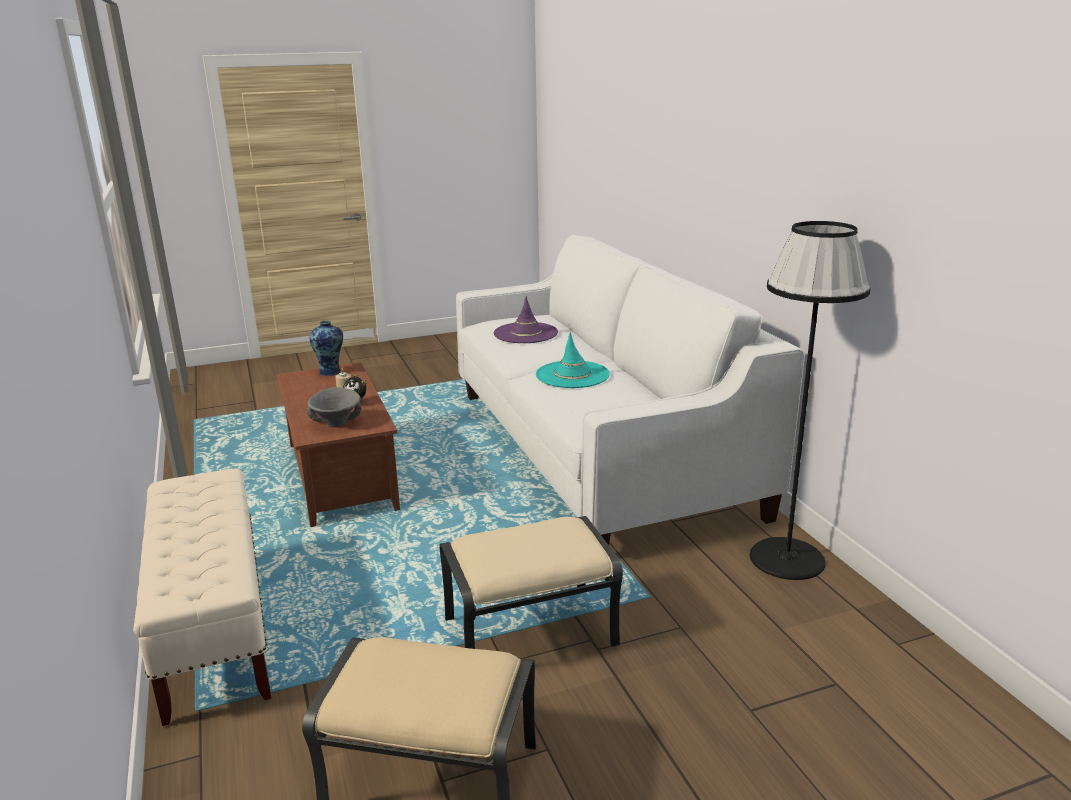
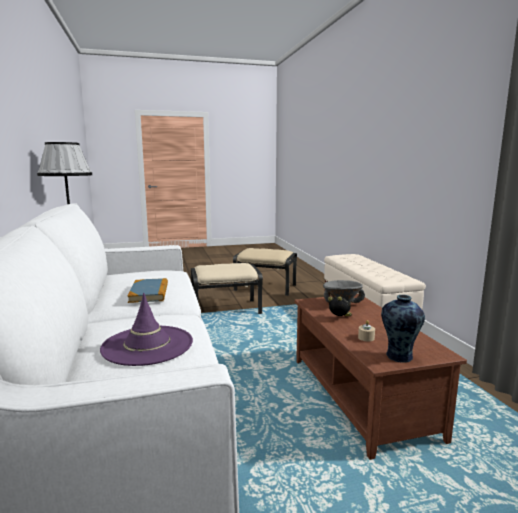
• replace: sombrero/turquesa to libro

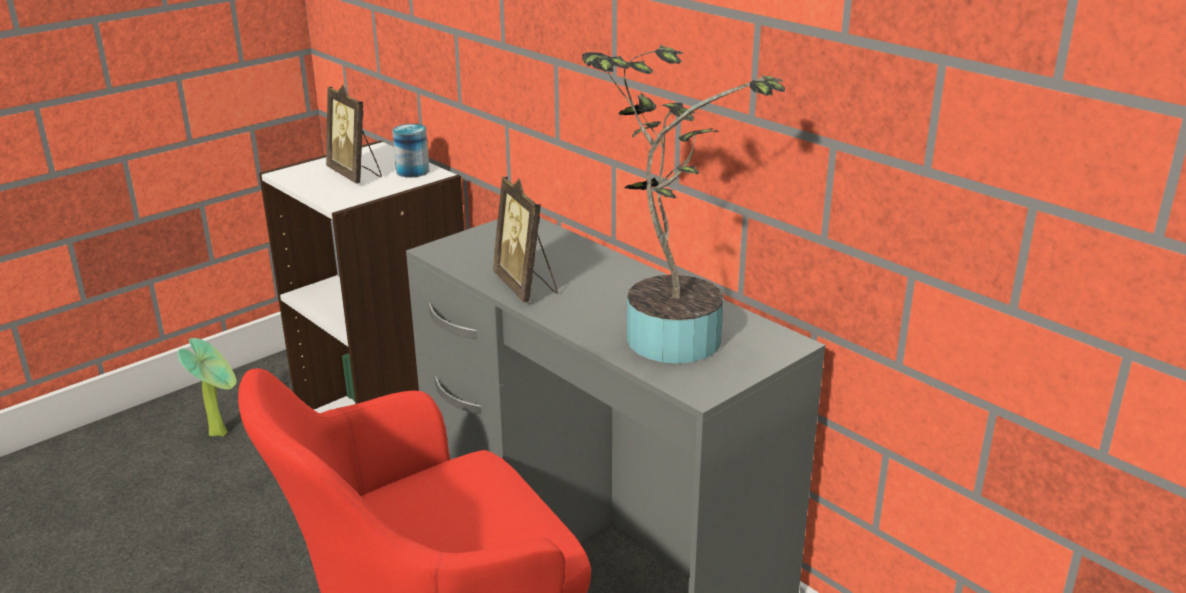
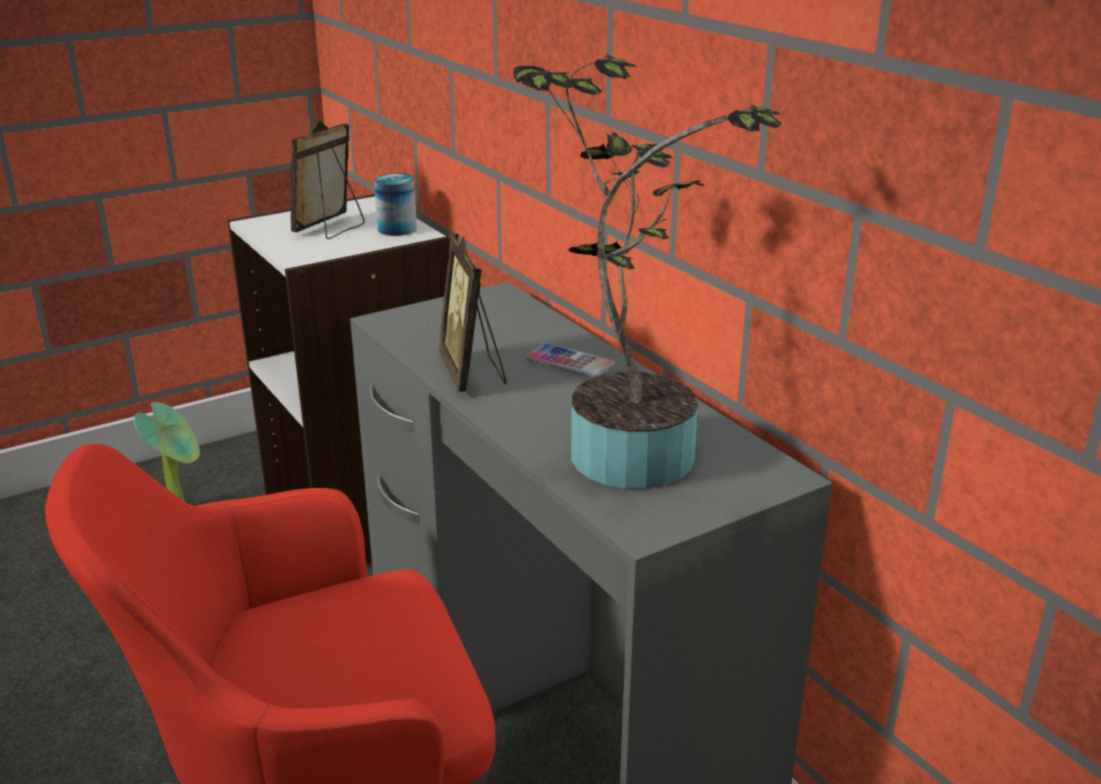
• rotate: portarretratos (1st from left) 60 degrees clockwise
• insert: móvil

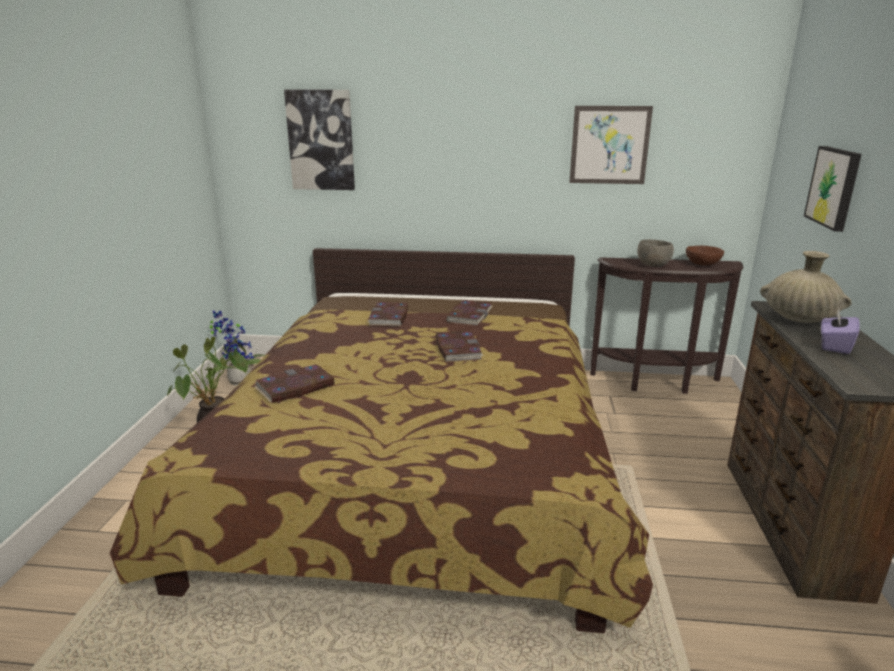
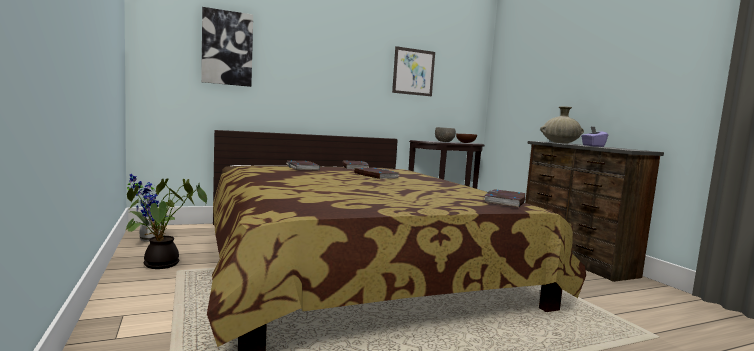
• move: libro (1st from left in the first image) to libro (4th from left)
• delete: cuadro (3rd from left)

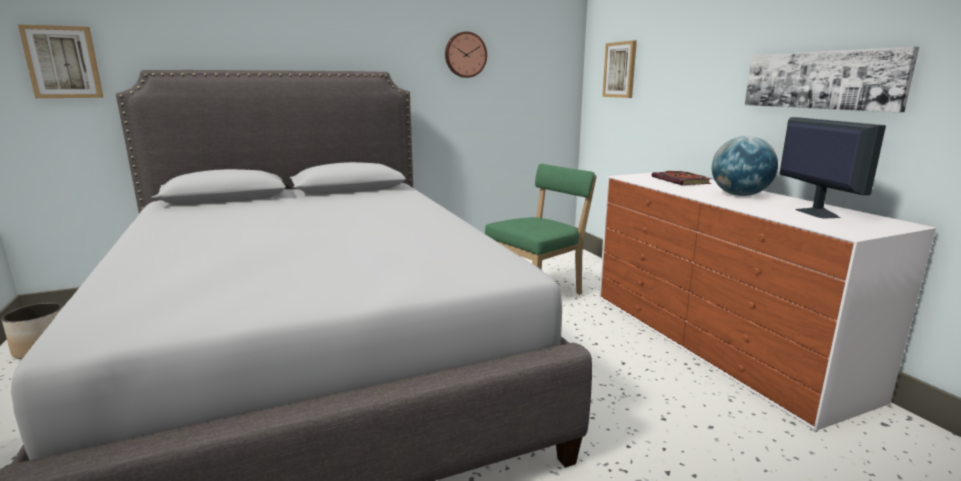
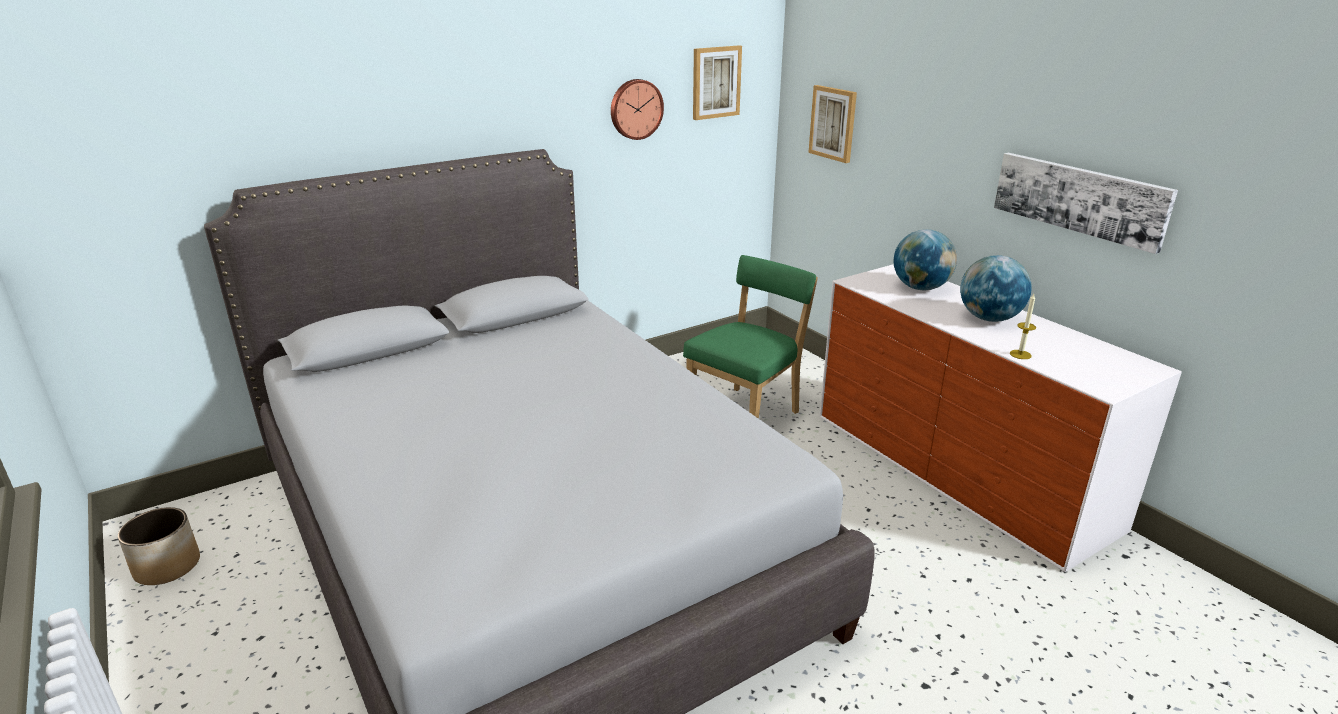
• move: cuadro (1st from left)
• replace: libro to globo terráqueo (1st from left)
• delete: monitor
• insert: vela

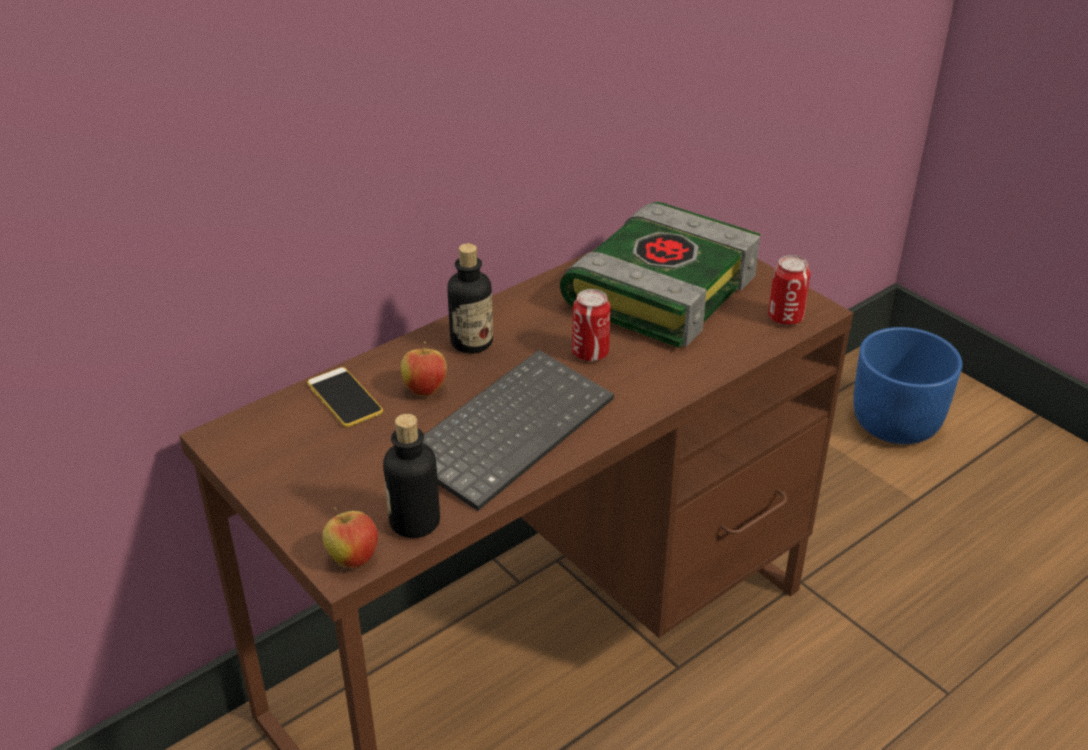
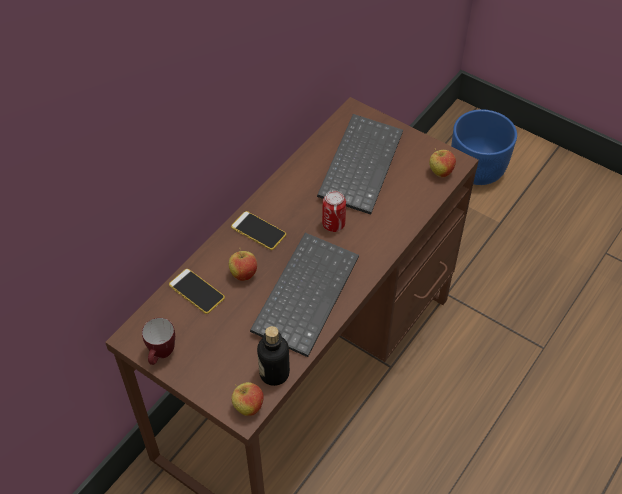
• replace: botella (2nd from left) to móvil (2nd from left)
• replace: libro to teclado (2nd from left)
• replace: lata (2nd from left) to manzana (3rd from left)
• insert: taza grande

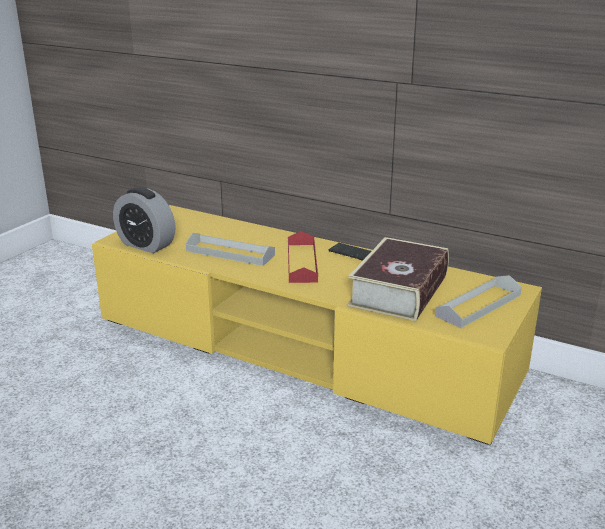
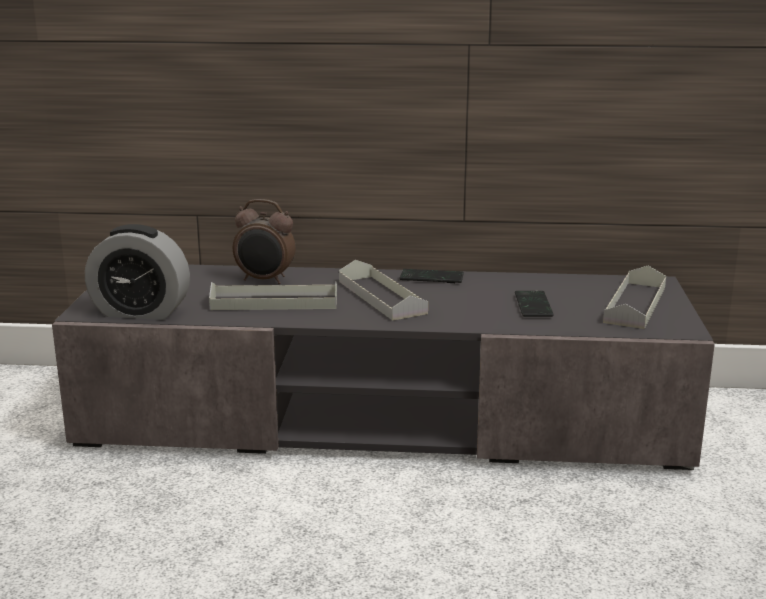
• recolor: mueble de televisión/amarillo to mueble de televisión/gris
• recolor: bandeja/rojo to bandeja/gris (2nd from left)
• replace: libro to móvil (2nd from left)
• insert: despertador (2nd from left)

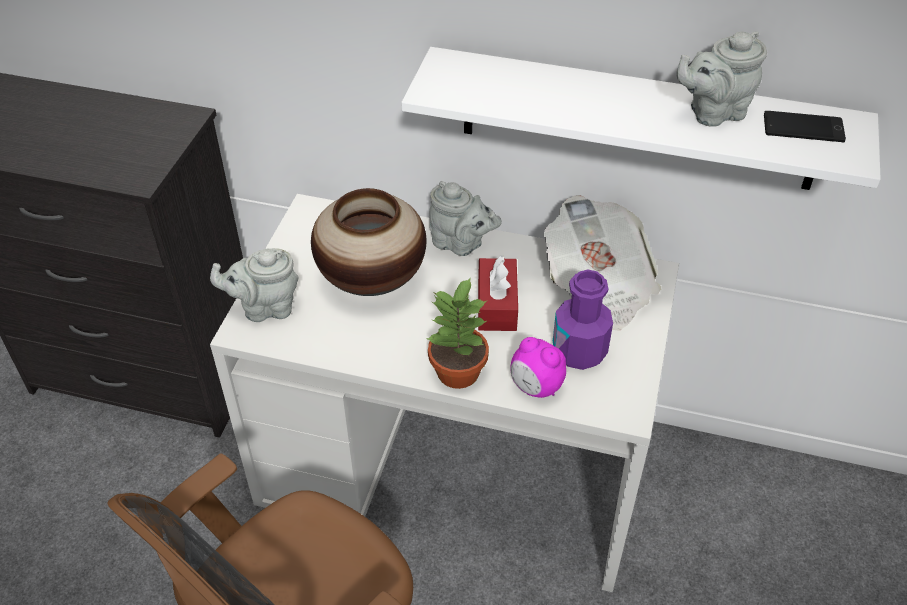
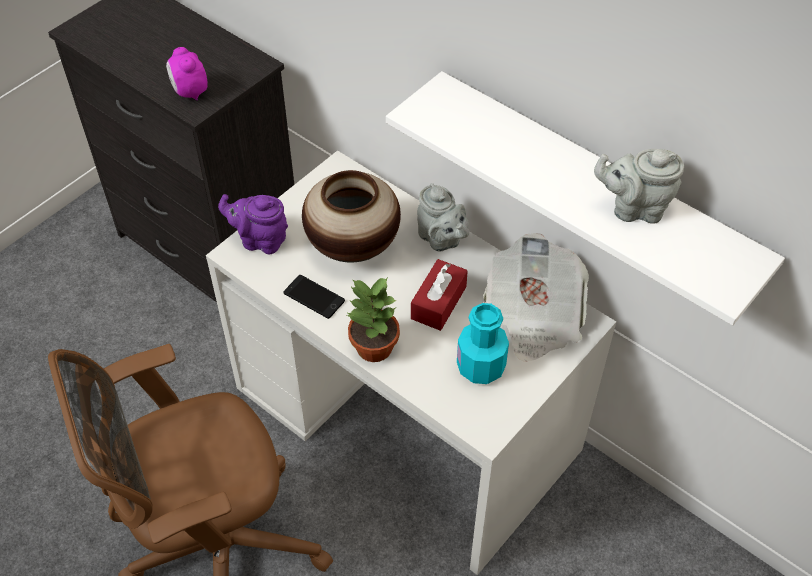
• recolor: tetera/gris (1st from left) to tetera/morado
• move: despertador
• recolor: botella/morado to botella/turquesa
• move: móvil

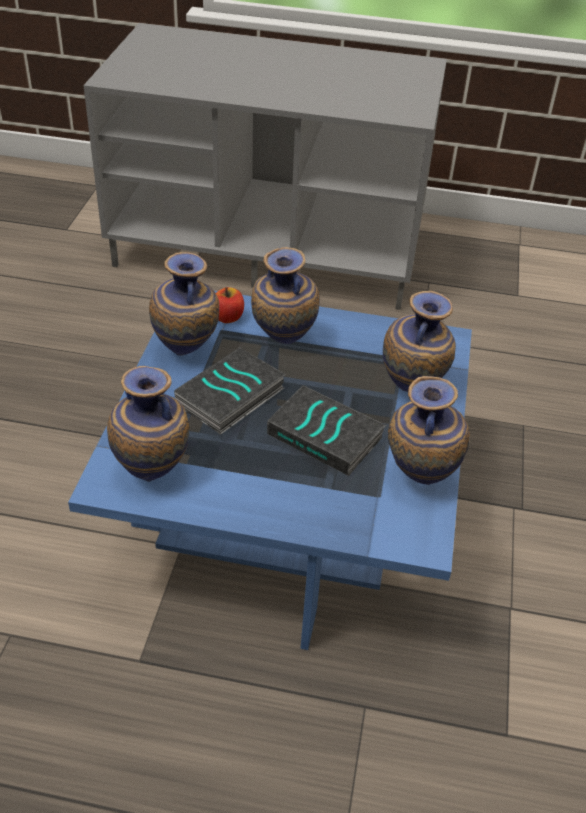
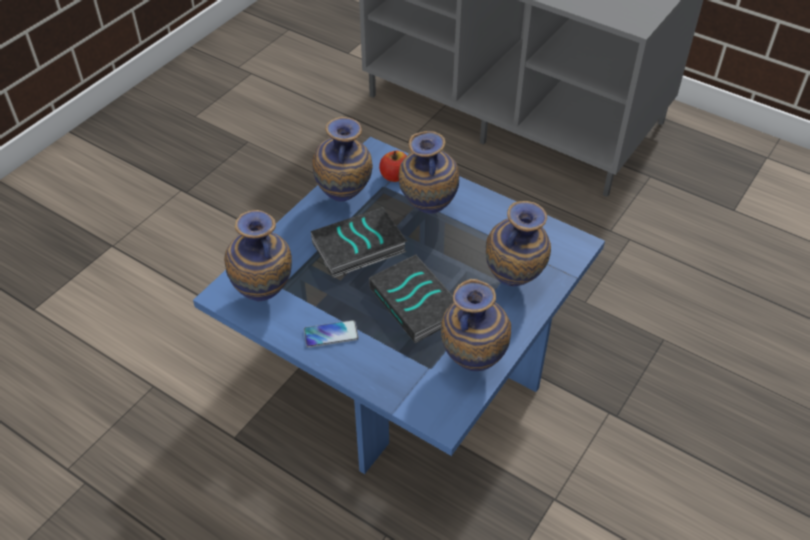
• insert: móvil

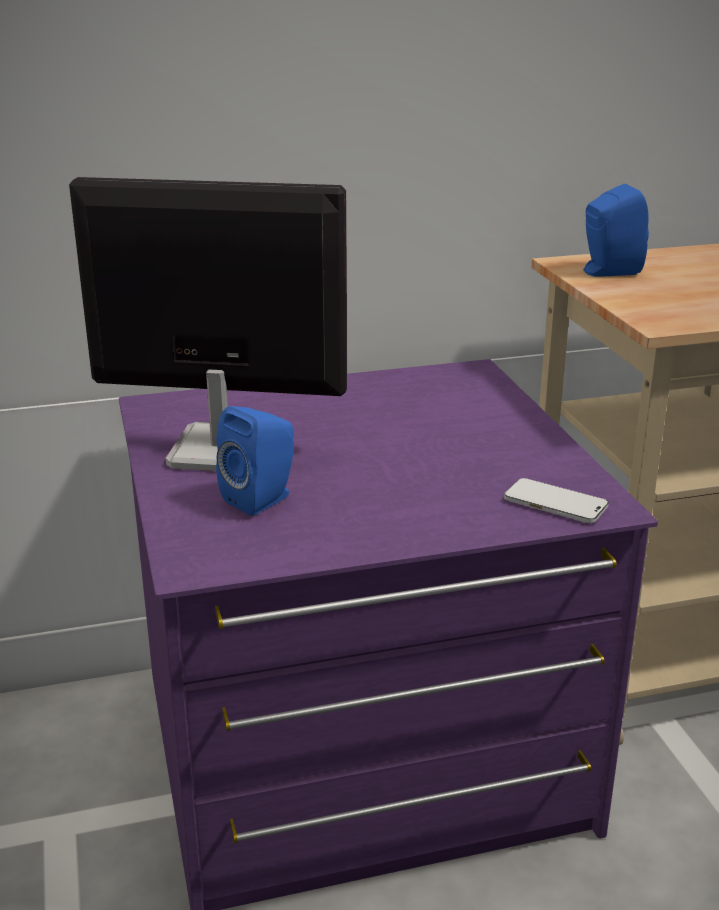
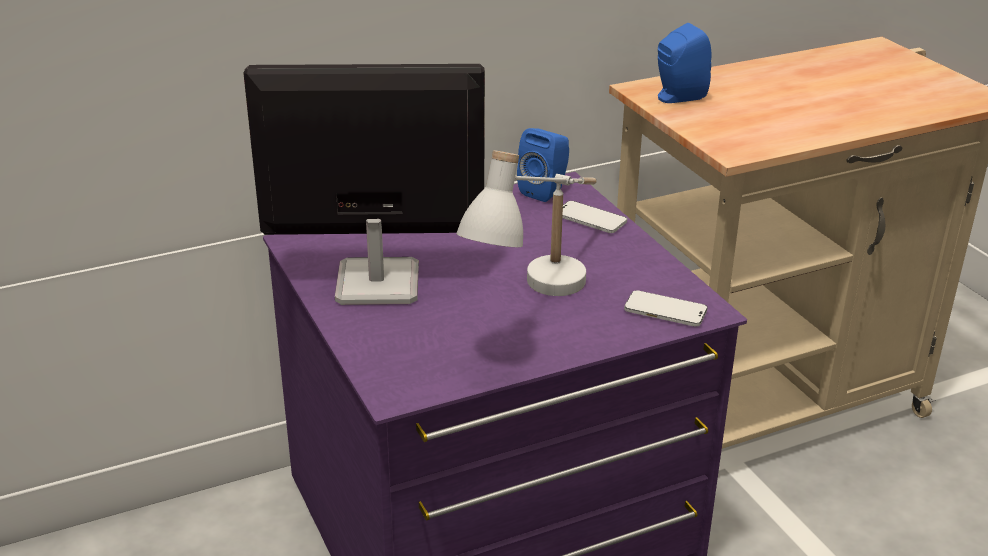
• move: altavoz/azul (1st from left)
• insert: lámpara de mesa/blanco
• insert: móvil (1st from left)

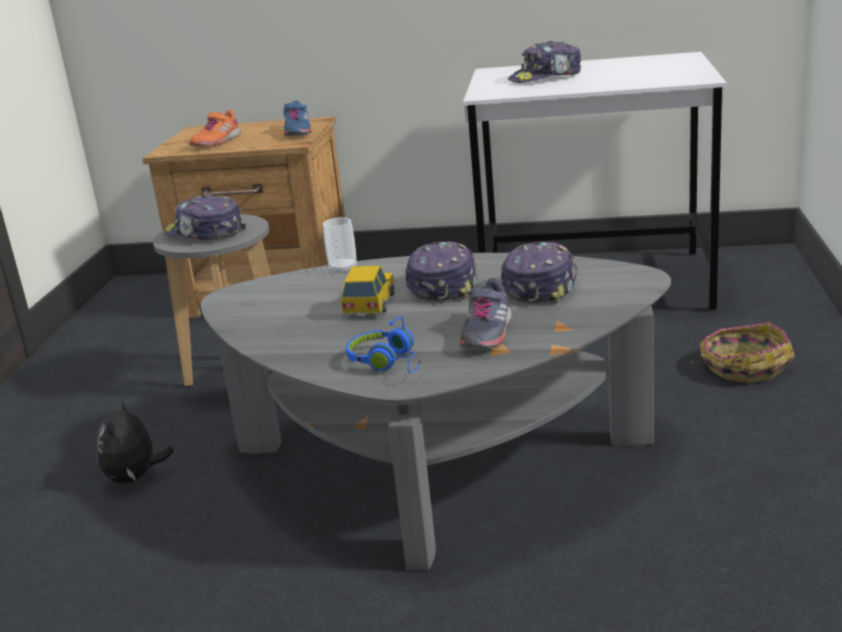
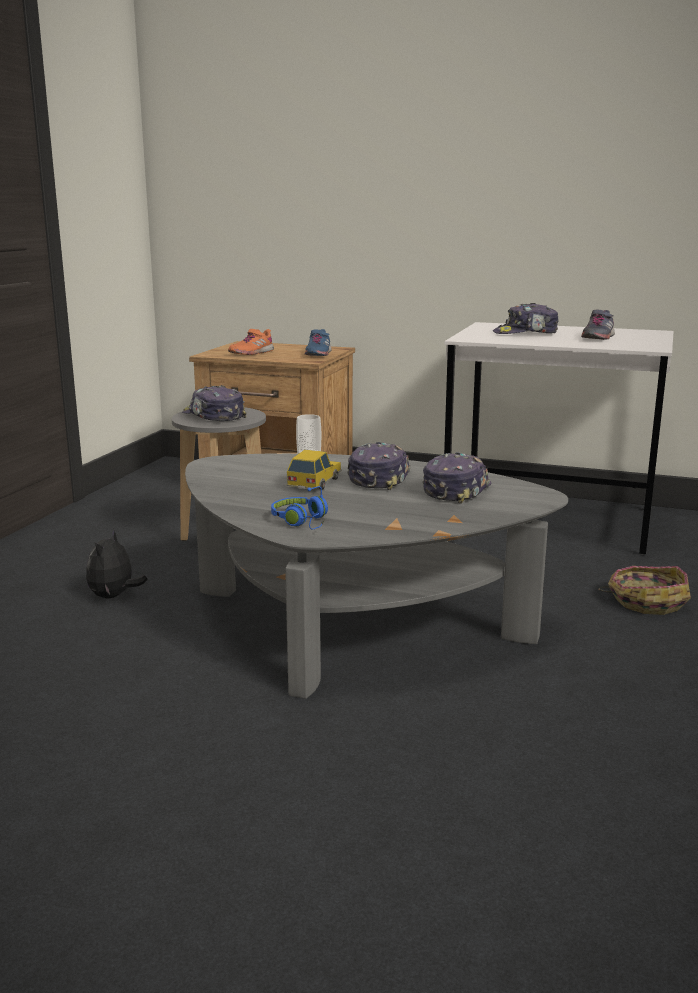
• move: zapato/gris

